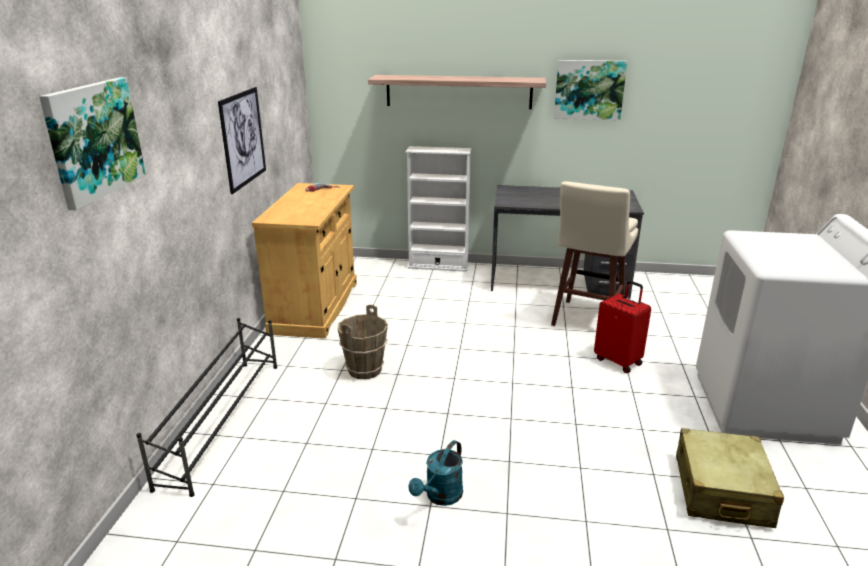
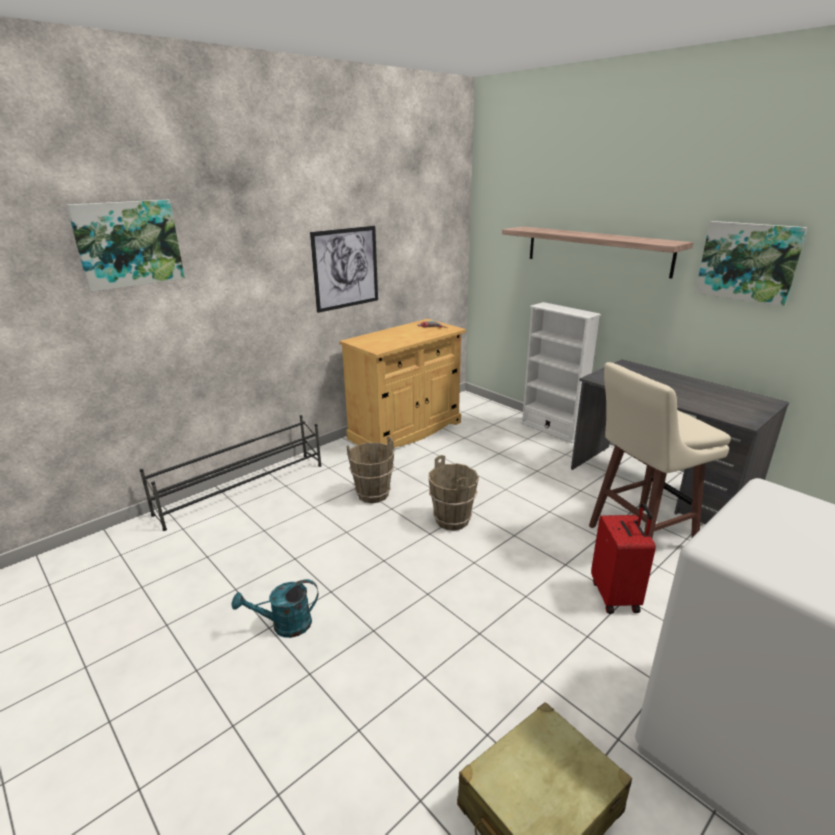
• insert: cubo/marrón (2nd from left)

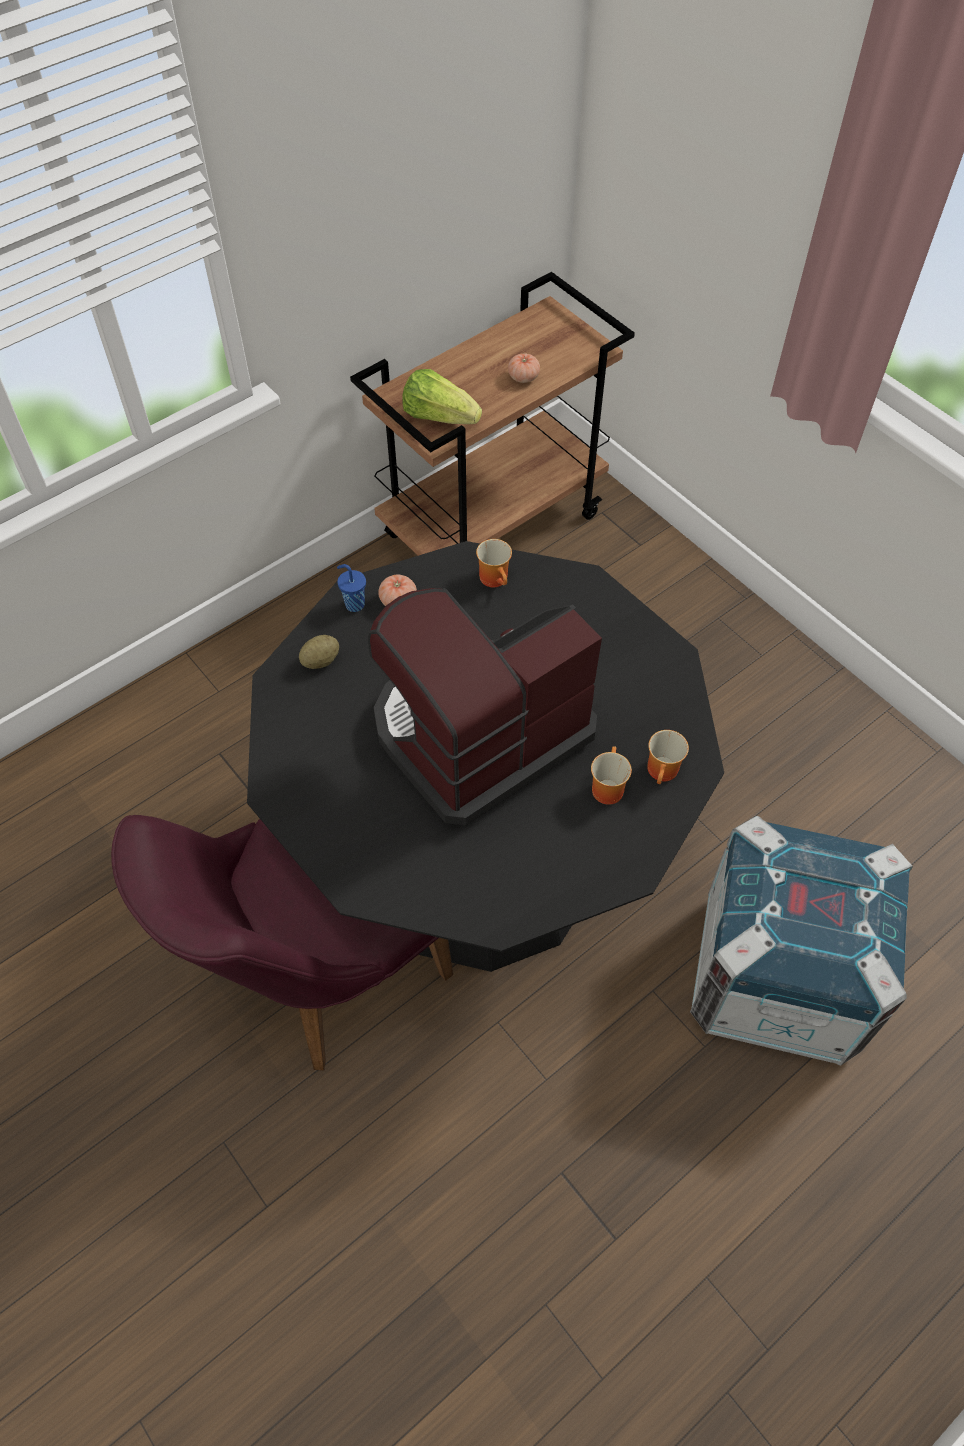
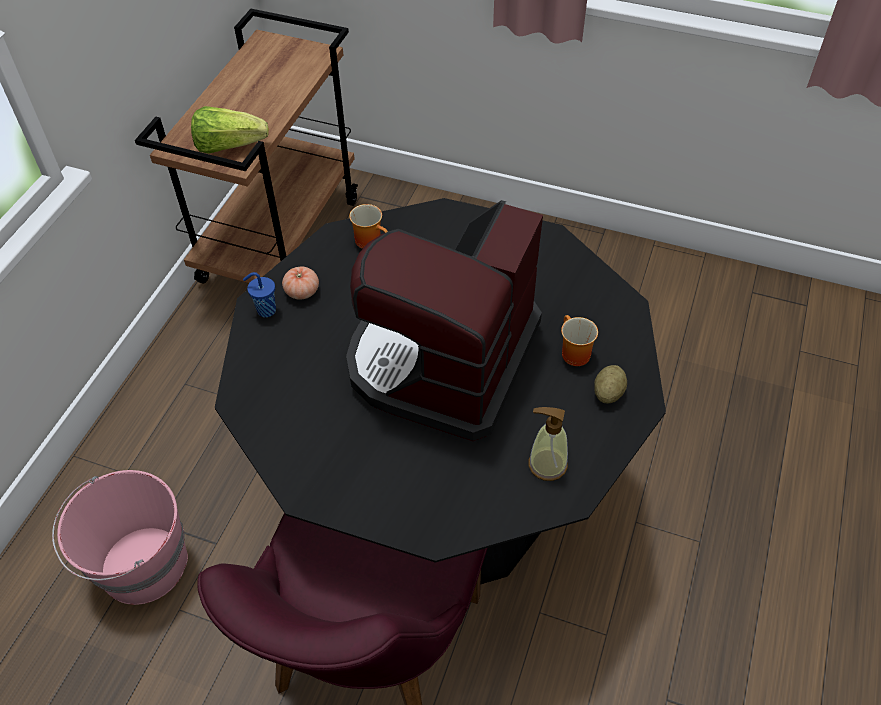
• move: patata
• delete: tomate (2nd from left)
• delete: taza grande (3rd from left)
• delete: caja de embalaje
• insert: cubo/rosa
• insert: dispensador de jabón

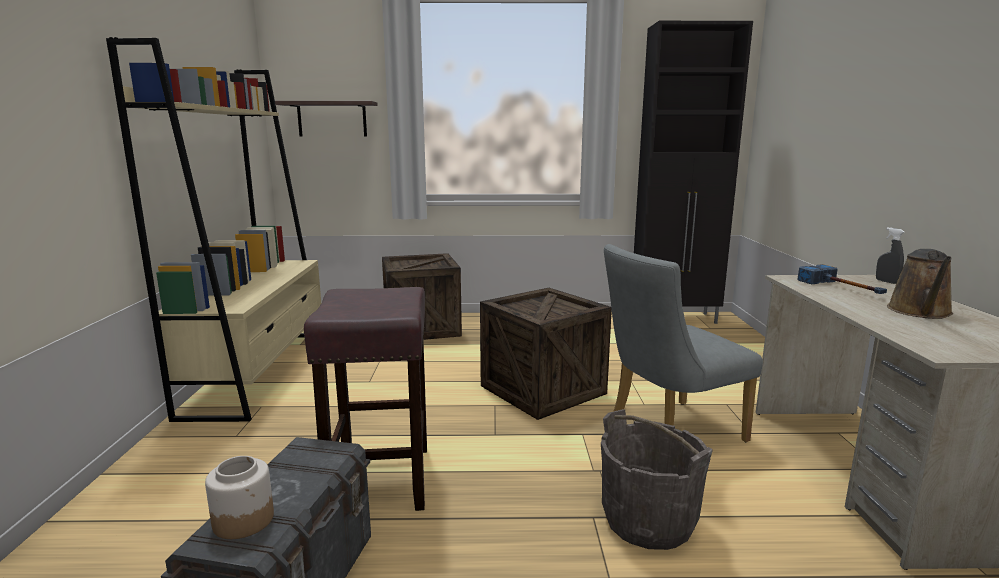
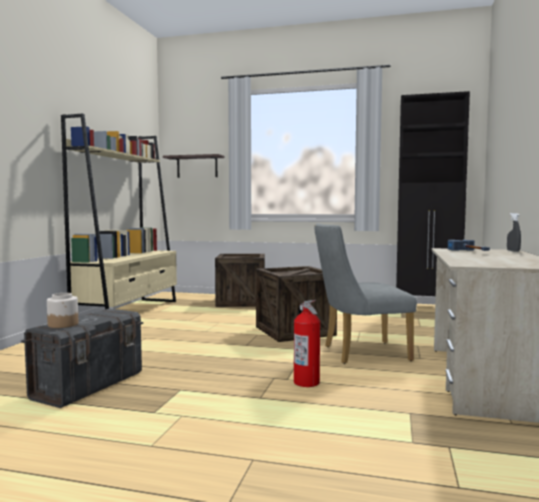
• delete: taburete/marrón
• replace: cubo/gris to extintor
• delete: regadera/marrón

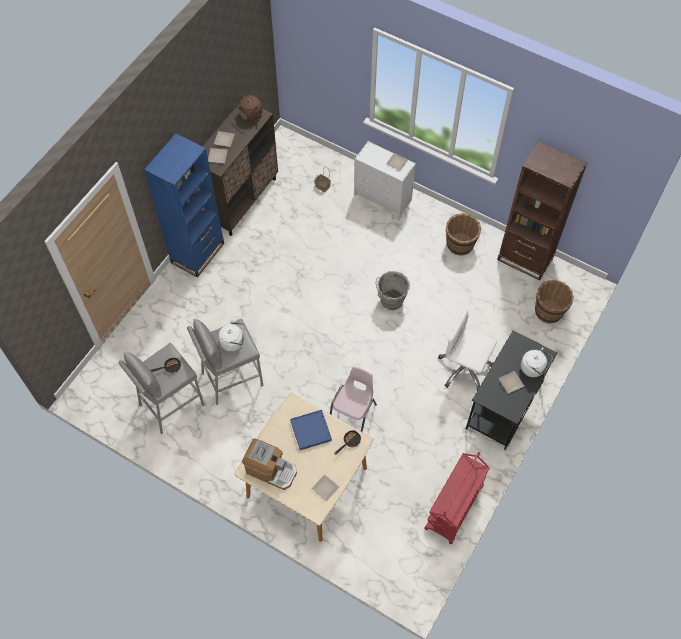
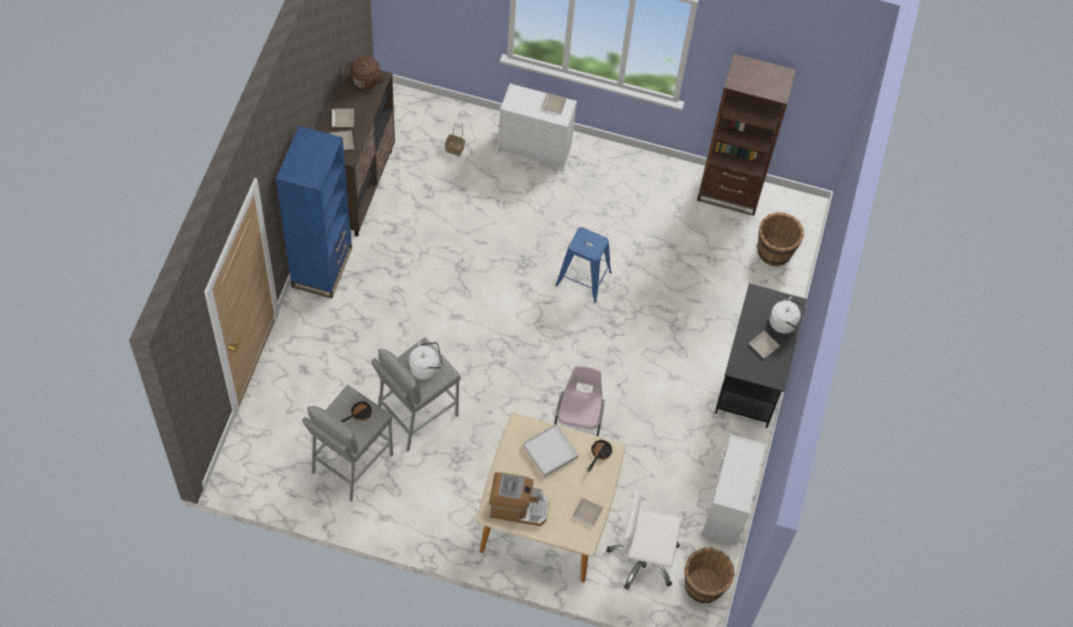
• recolor: bandeja/azul to bandeja/blanco
• replace: cubo/gris to taburete/azul
• replace: carrito/rojo to cómoda/blanco (2nd from left)
• move: silla de oficina/blanco
• move: cubo/marrón (1st from left)

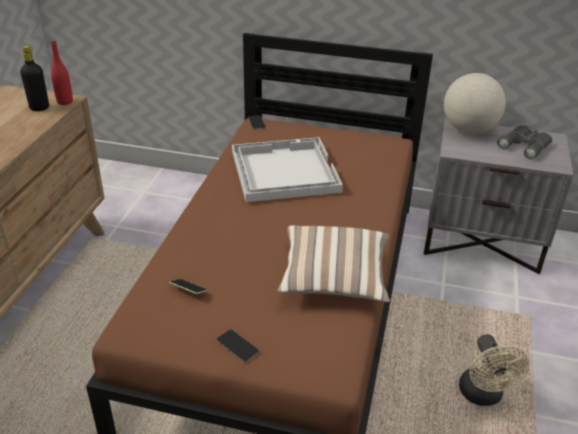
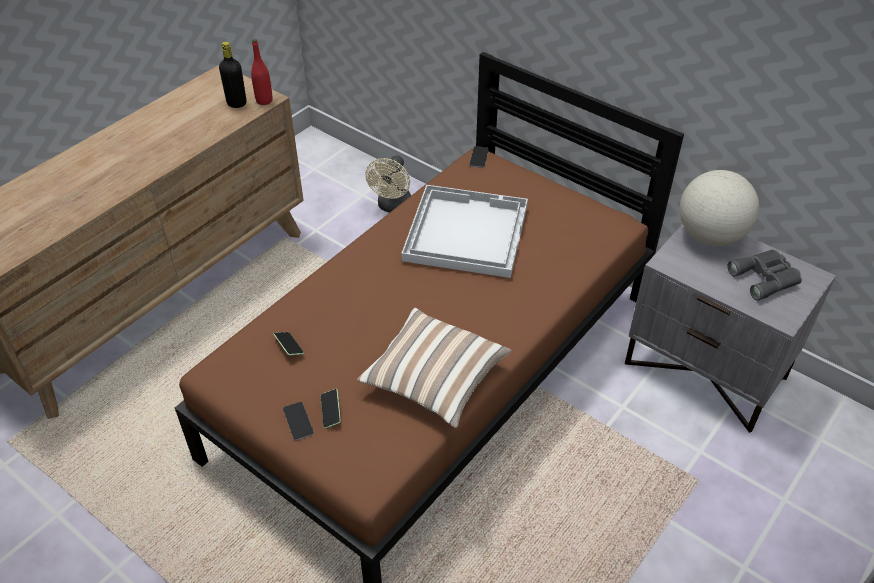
• move: ventilador/beis
• insert: móvil (3rd from left)

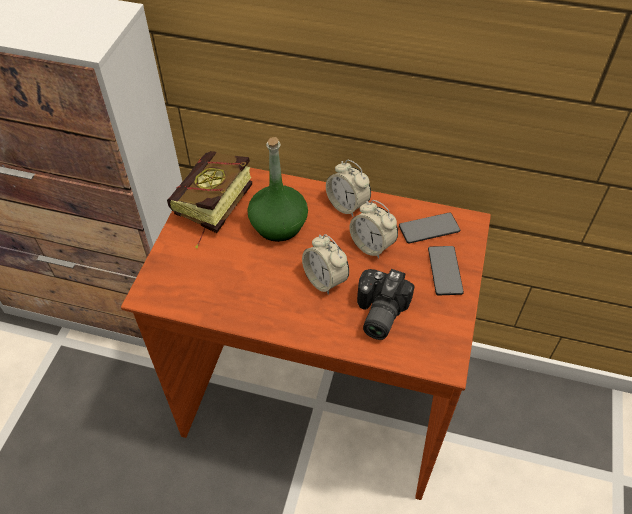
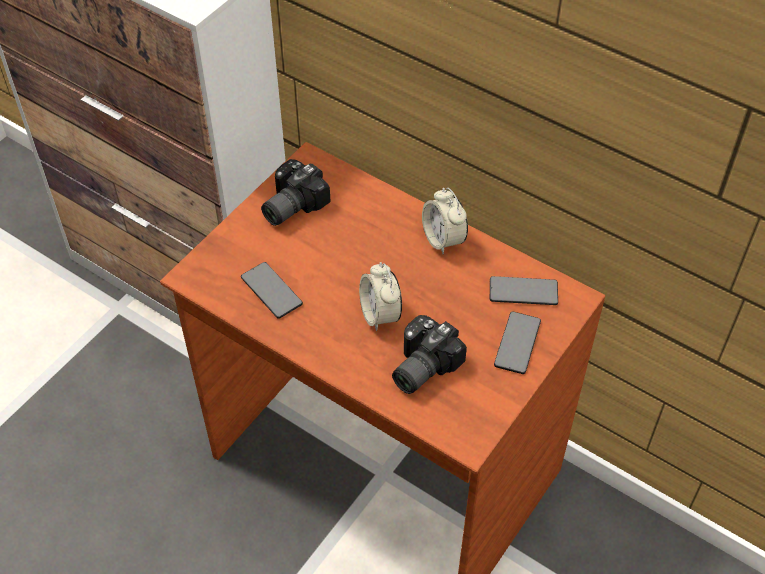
• replace: libro to cámara (1st from left)
• delete: botella/verde
• delete: despertador (3rd from left)
• insert: móvil (1st from left)

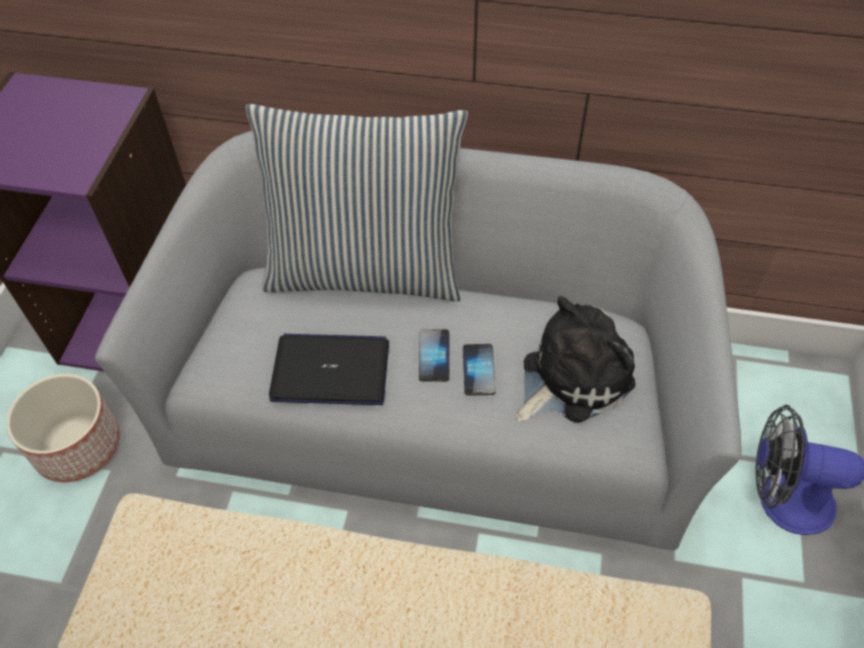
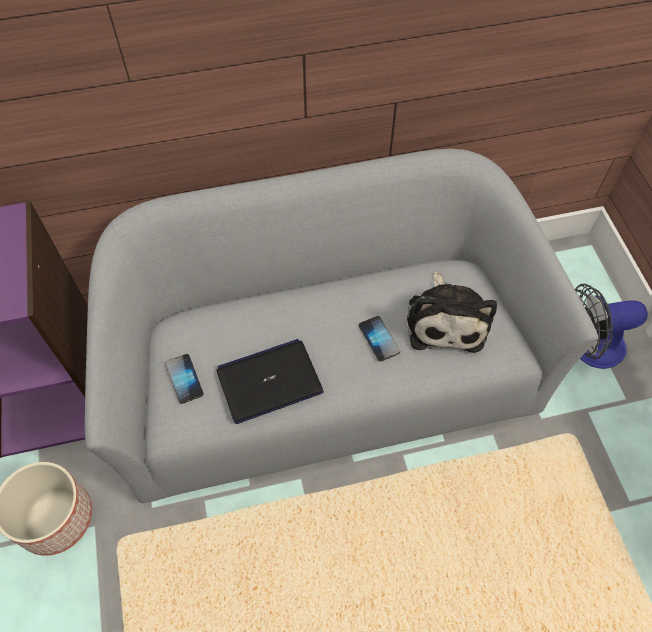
• delete: cojín
• move: móvil (1st from left)
• rotate: peluche 150 degrees clockwise

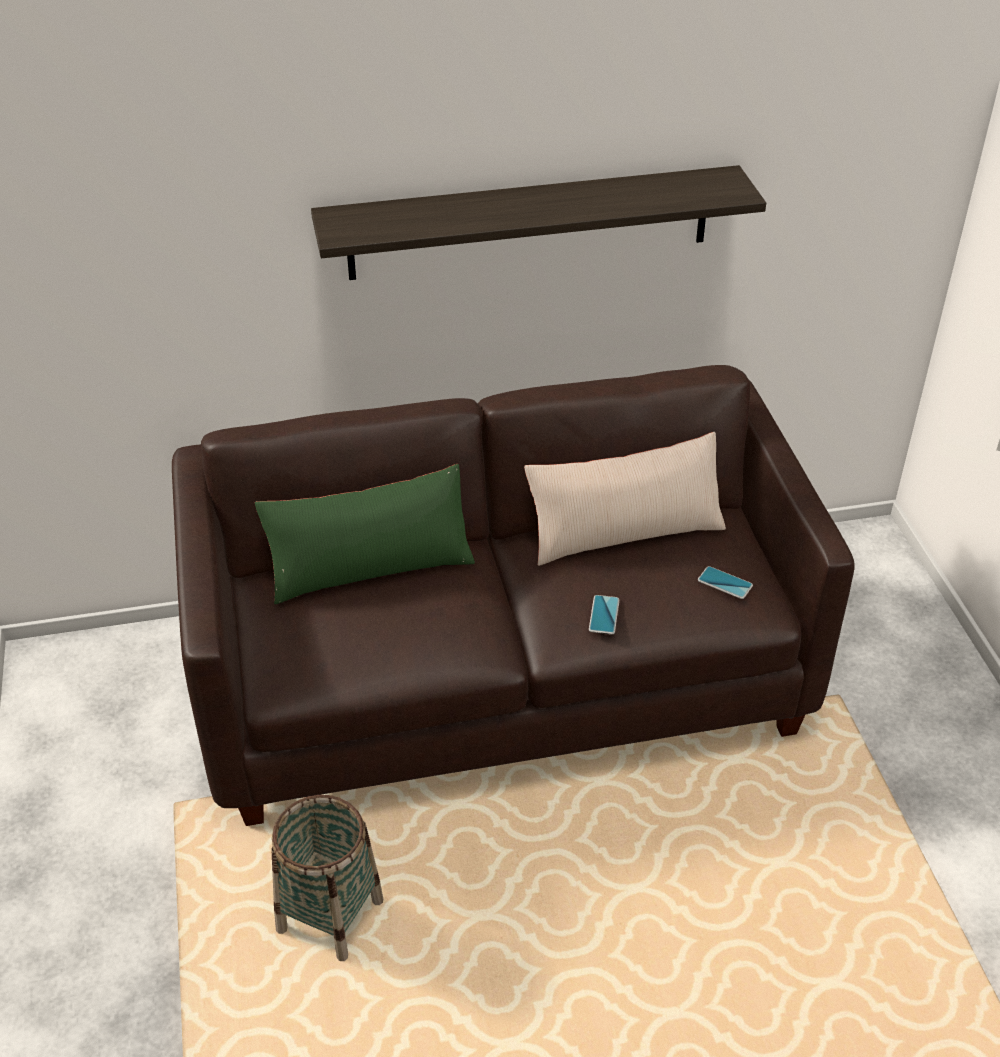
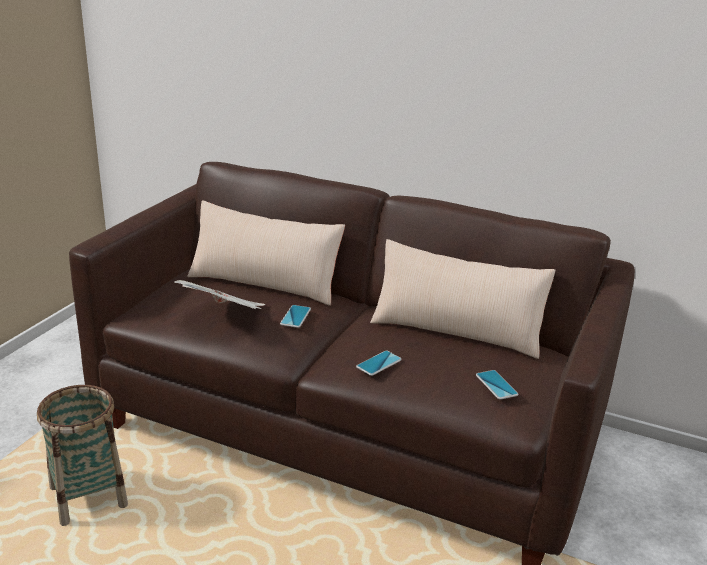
• recolor: cojín/verde to cojín/beis (1st from left)
• delete: estante
• insert: periódico
• insert: móvil (1st from left)

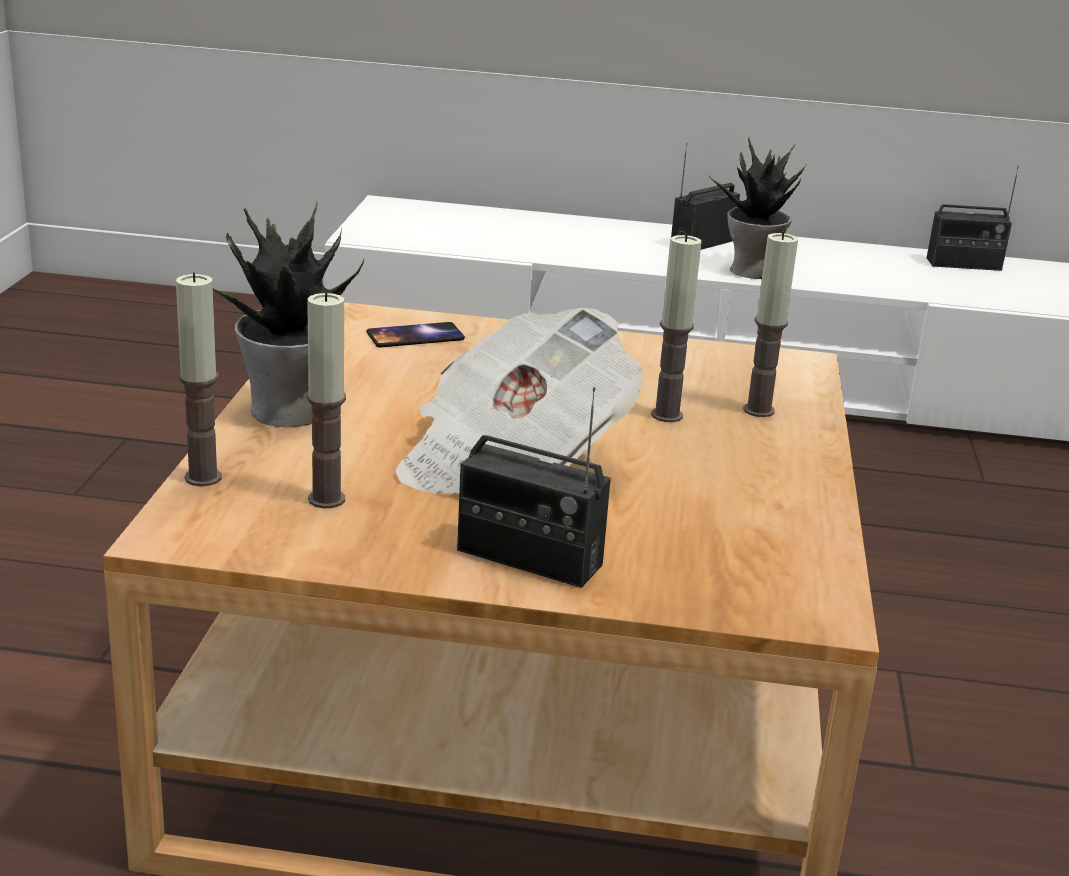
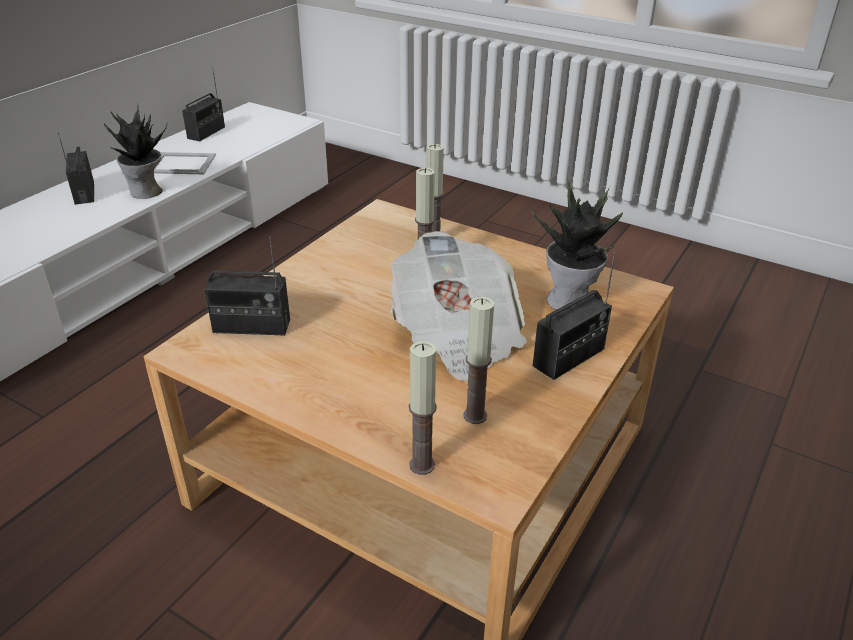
• move: planta en maceta (1st from left in the first image) to planta en maceta (2nd from left)
• replace: móvil to radio (3rd from left)
• insert: portarretratos

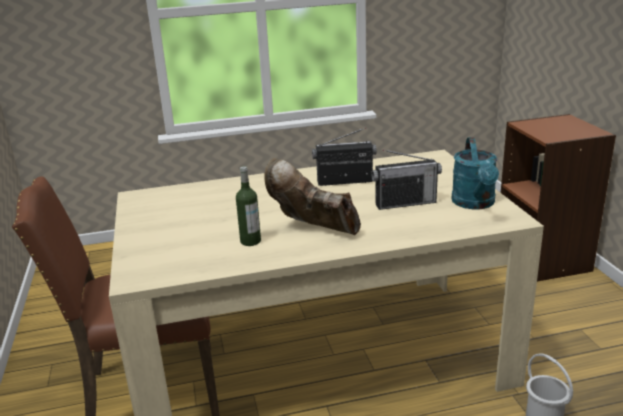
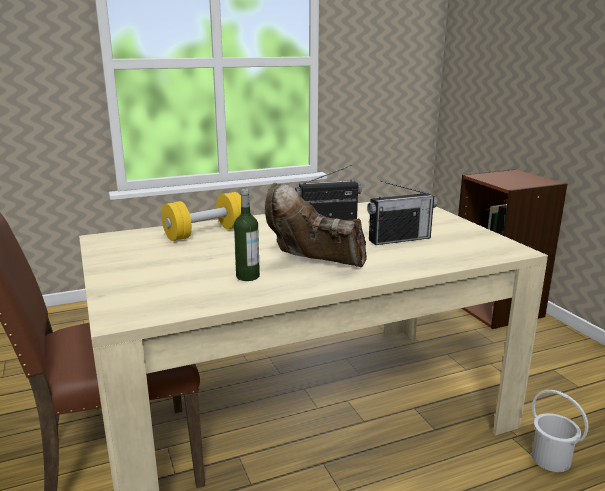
• delete: regadera/turquesa
• insert: mancuerna/amarillo

